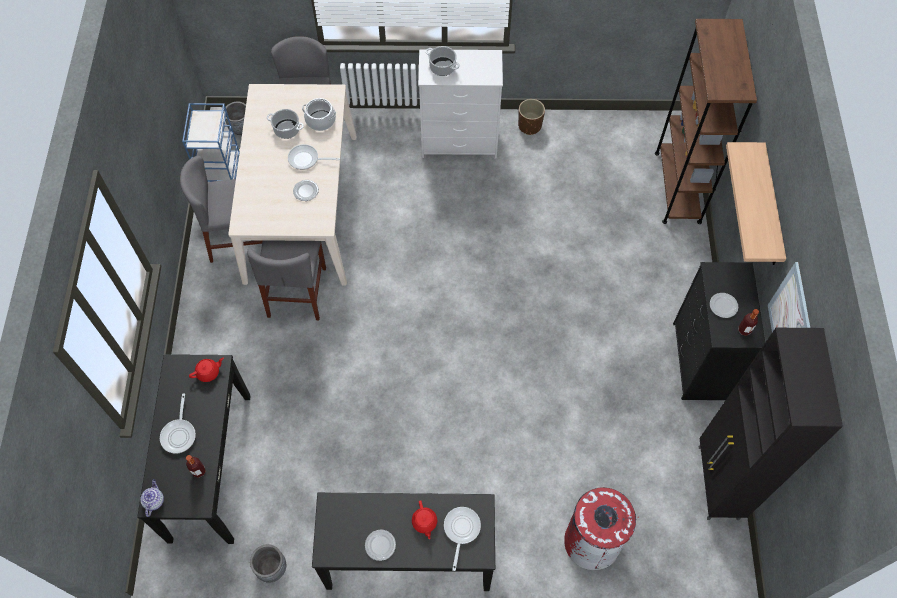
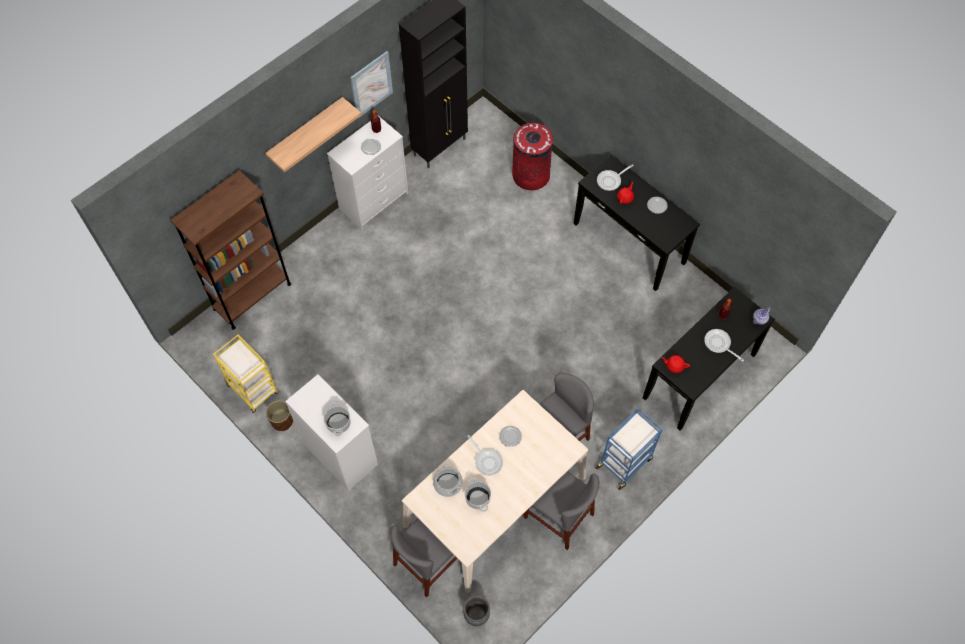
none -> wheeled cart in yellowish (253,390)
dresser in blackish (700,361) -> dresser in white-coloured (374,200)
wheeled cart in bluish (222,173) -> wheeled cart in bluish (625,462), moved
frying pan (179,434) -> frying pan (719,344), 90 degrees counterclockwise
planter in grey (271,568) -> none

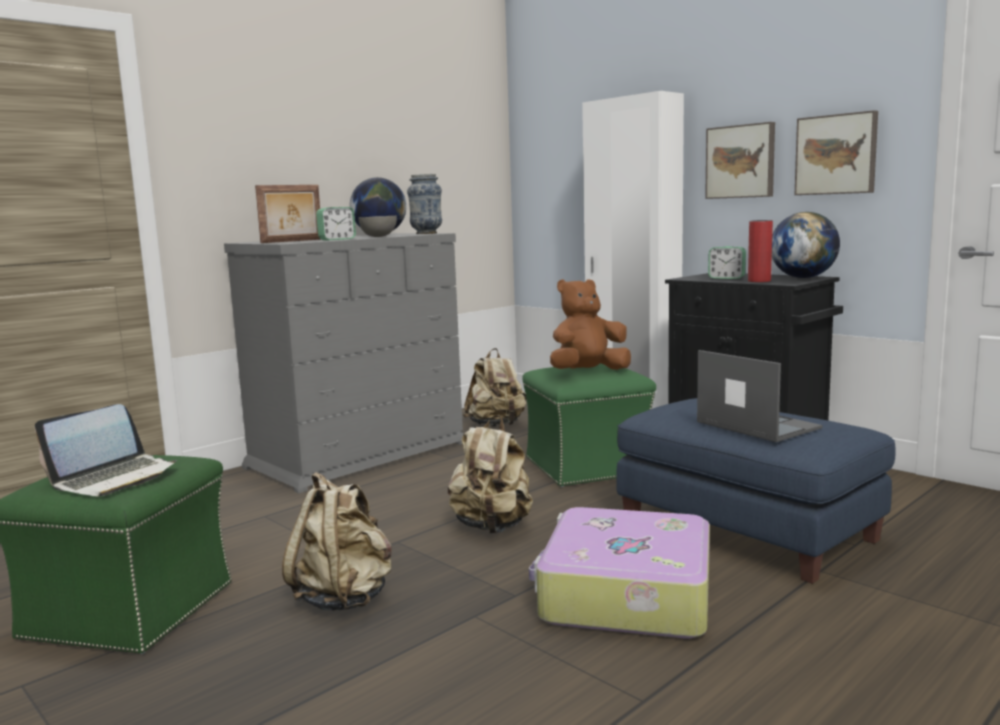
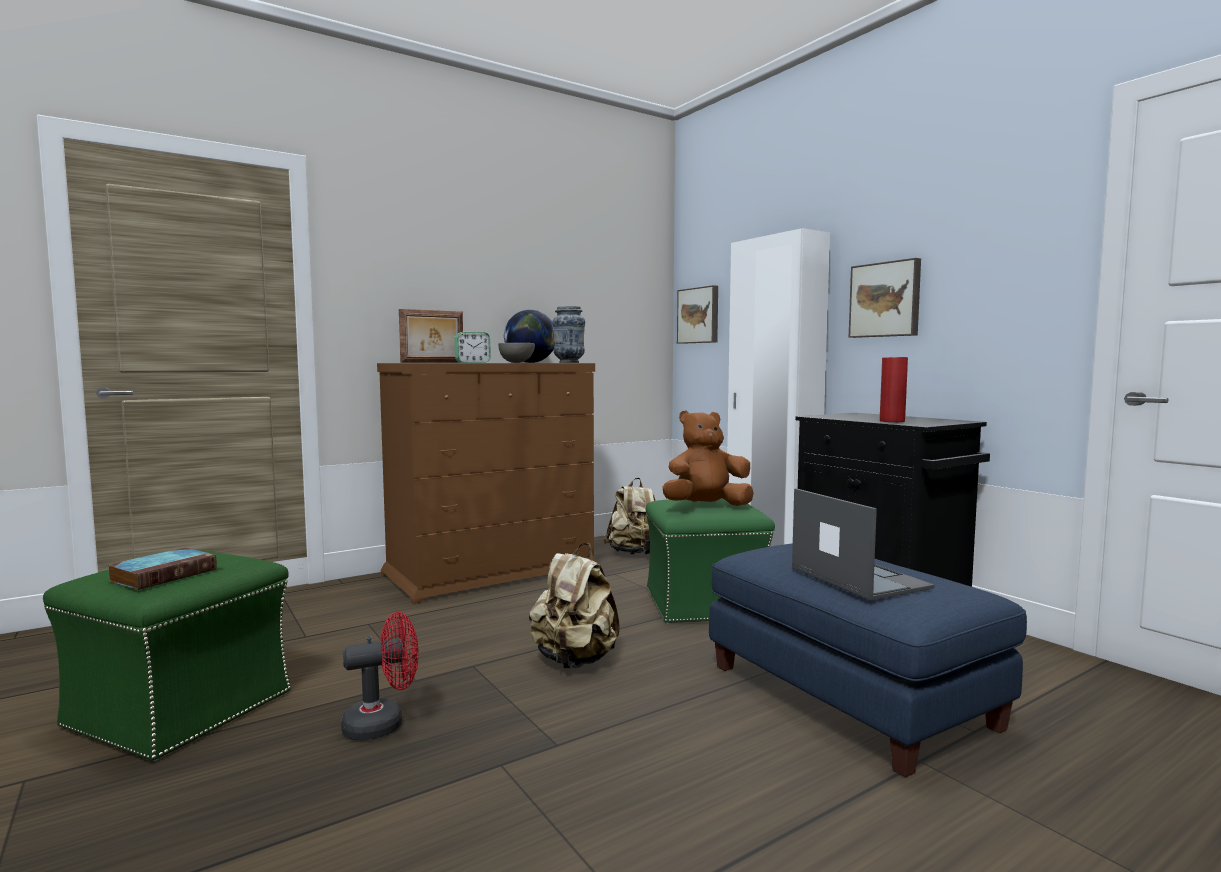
laptop (114,478) -> book (165,574)
rucksack in sand-coloured (344,598) -> fan in reddish (383,724)
dresser in grey (359,454) -> dresser in brown-coloured (492,571)
wall art (836,154) -> wall art (699,315), moved
suitcase (624,595) -> none
bedside clock (726,278) -> none
globe (803,277) -> none

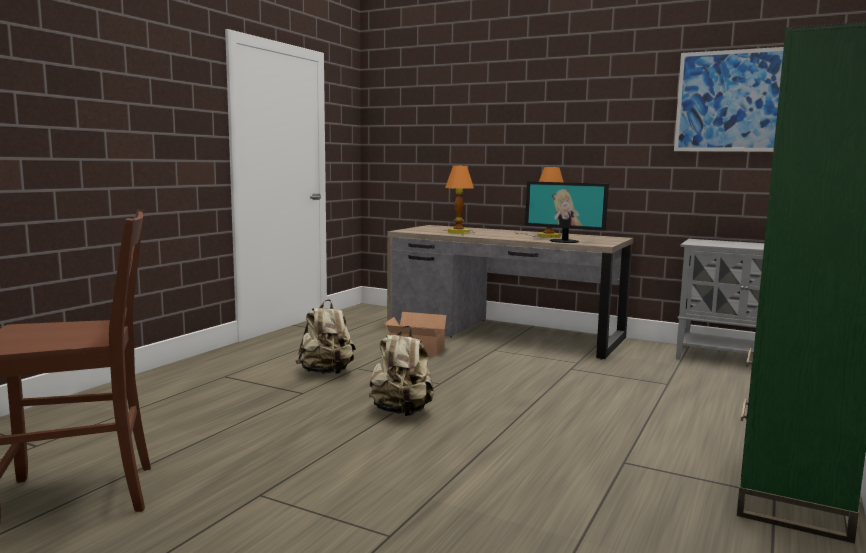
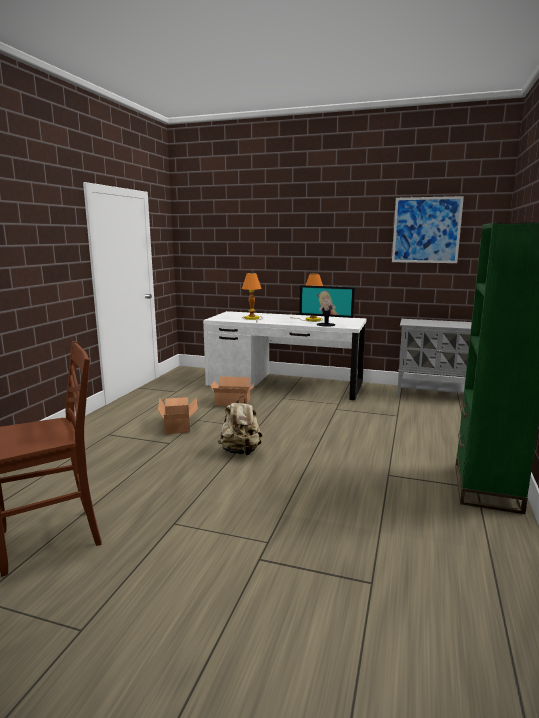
rucksack in sand-coloured (327,373) -> carton (179,425)
desk table in brown-coloured (504,333) -> desk table in white-coloured (285,384)

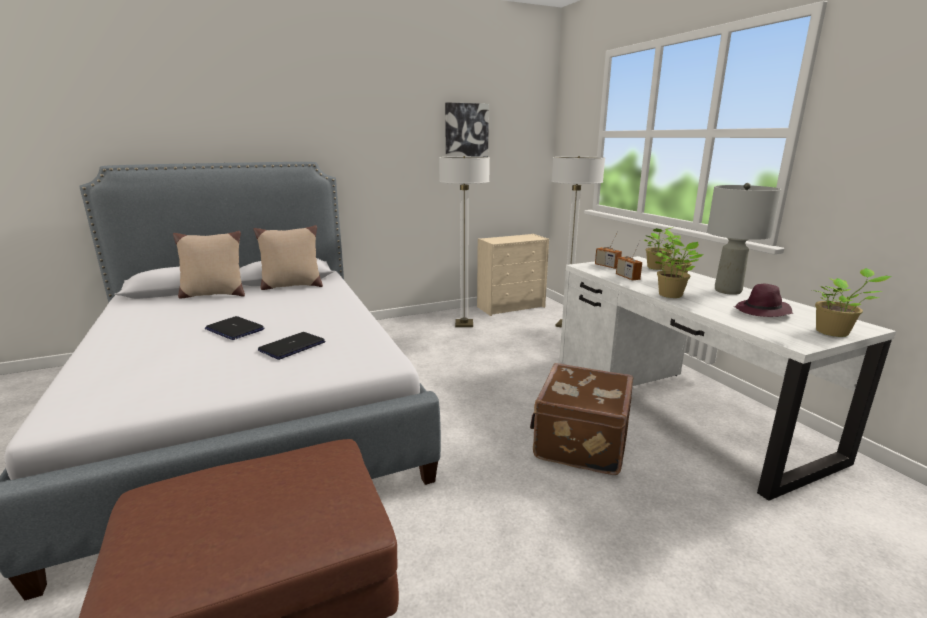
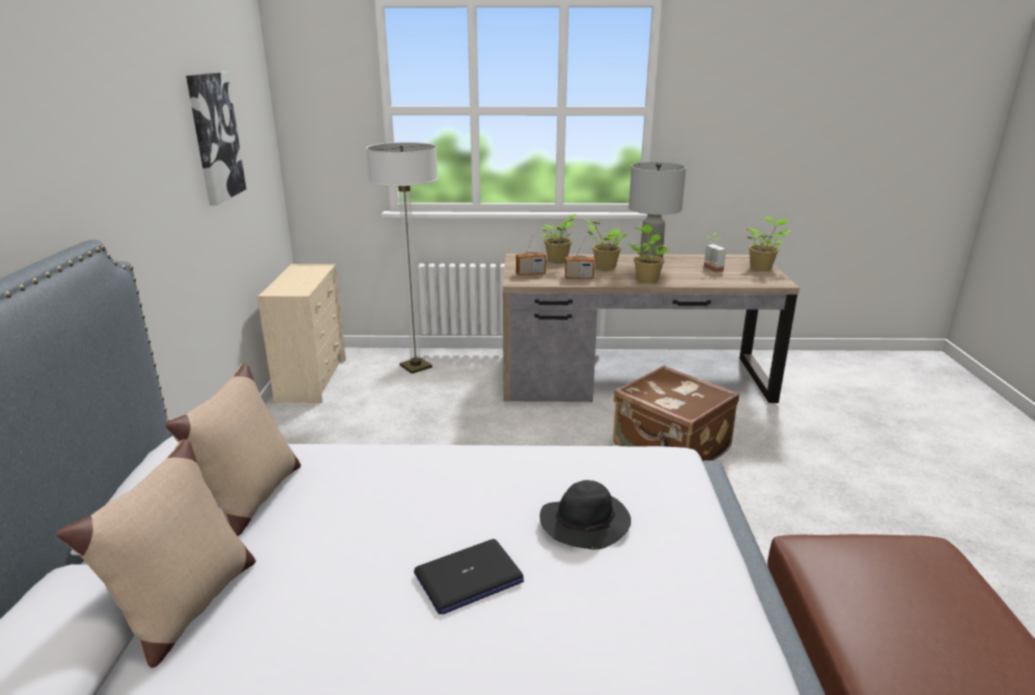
desk table in white-coloured (678,404) -> desk table in brown-coloured (633,379)
laptop (292,346) -> clothing hat in blackish (586,523)
clothing hat in purplish (762,312) -> houseplant (710,269)
standard lamp (464,324) -> none

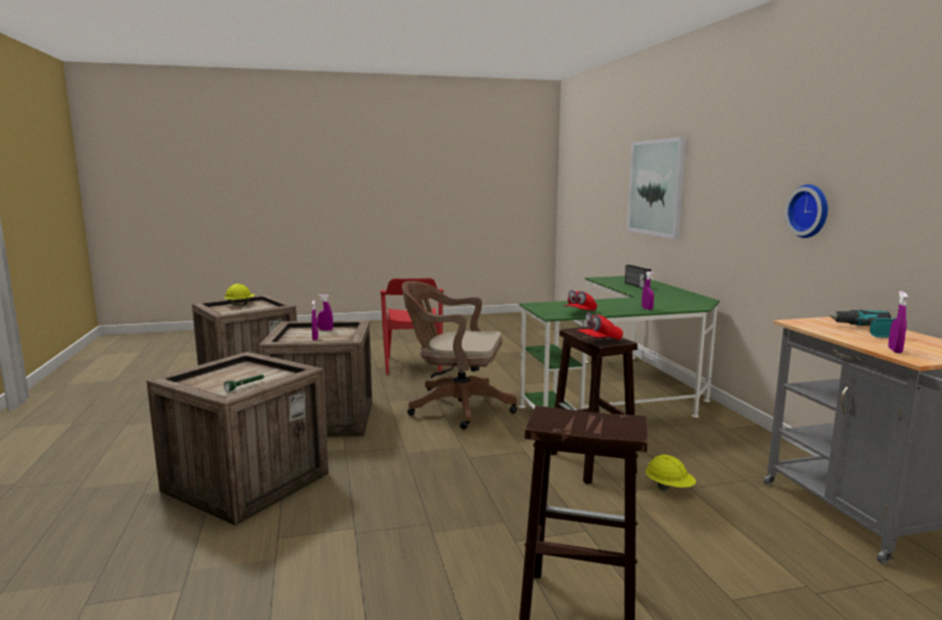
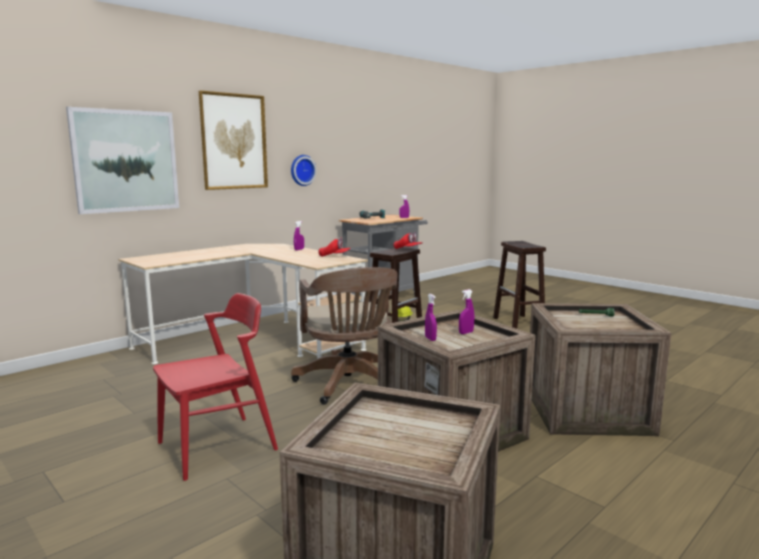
desk table in green-coloured (624,394) -> desk table in sand-coloured (253,340)
none -> wall art (234,141)
hard hat in yellowish (240,304) -> none
radio (636,286) -> none

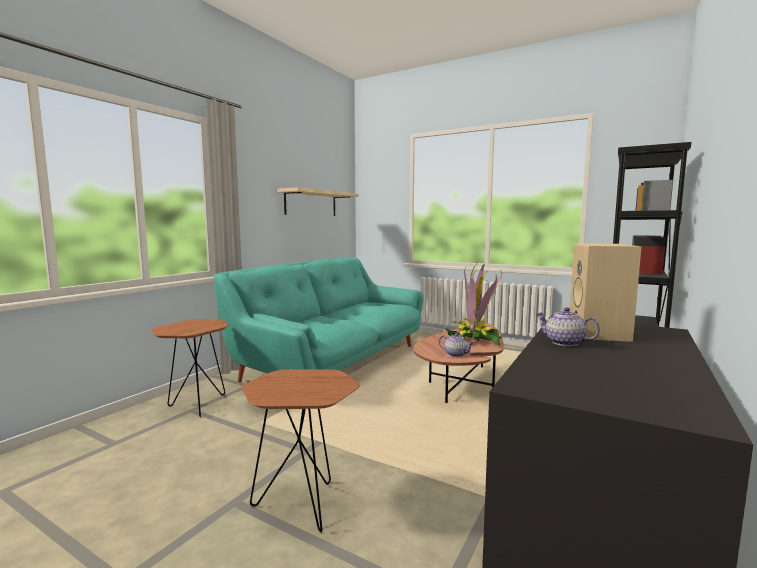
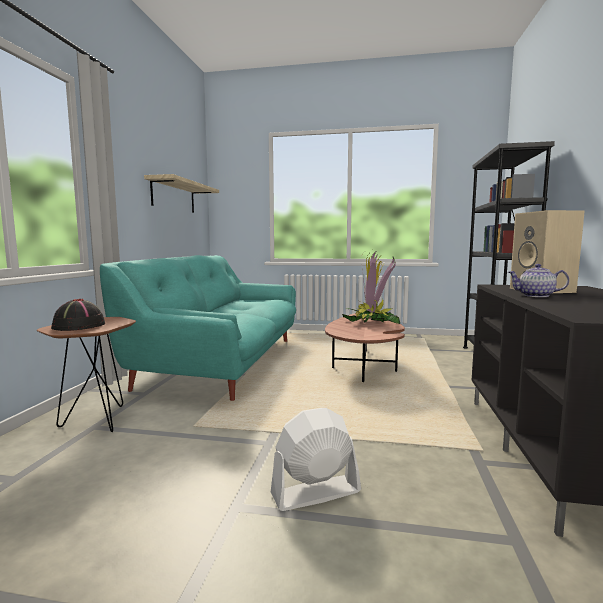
none -> clothing hat in blackish (78,326)
end table in brown-coloured (304,506) -> fan in white-coloured (315,492)
pot for tea (456,354) -> none

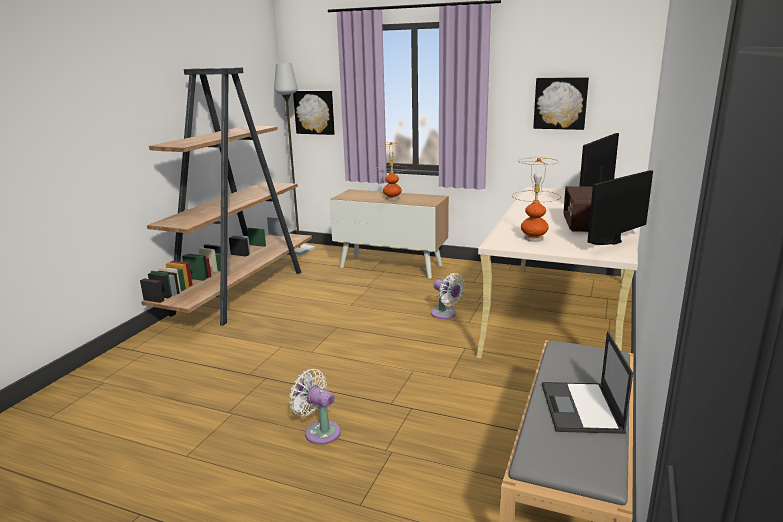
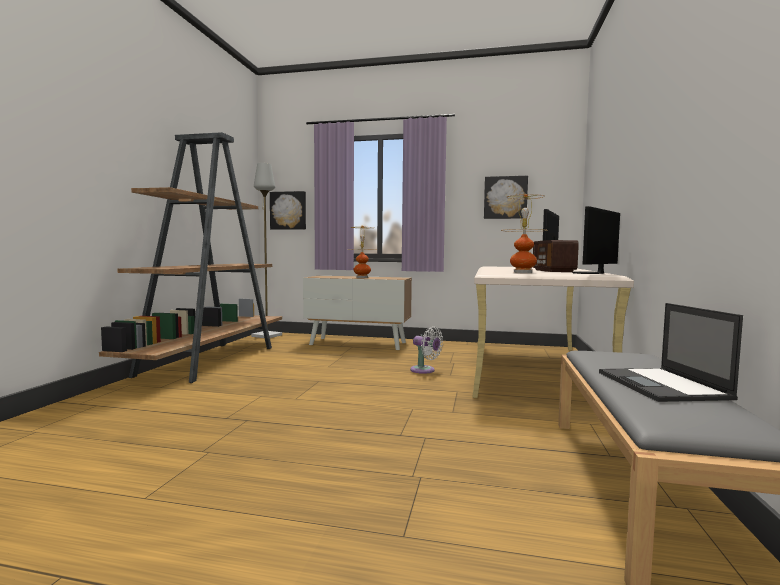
fan in white-coloured (319,431) -> none

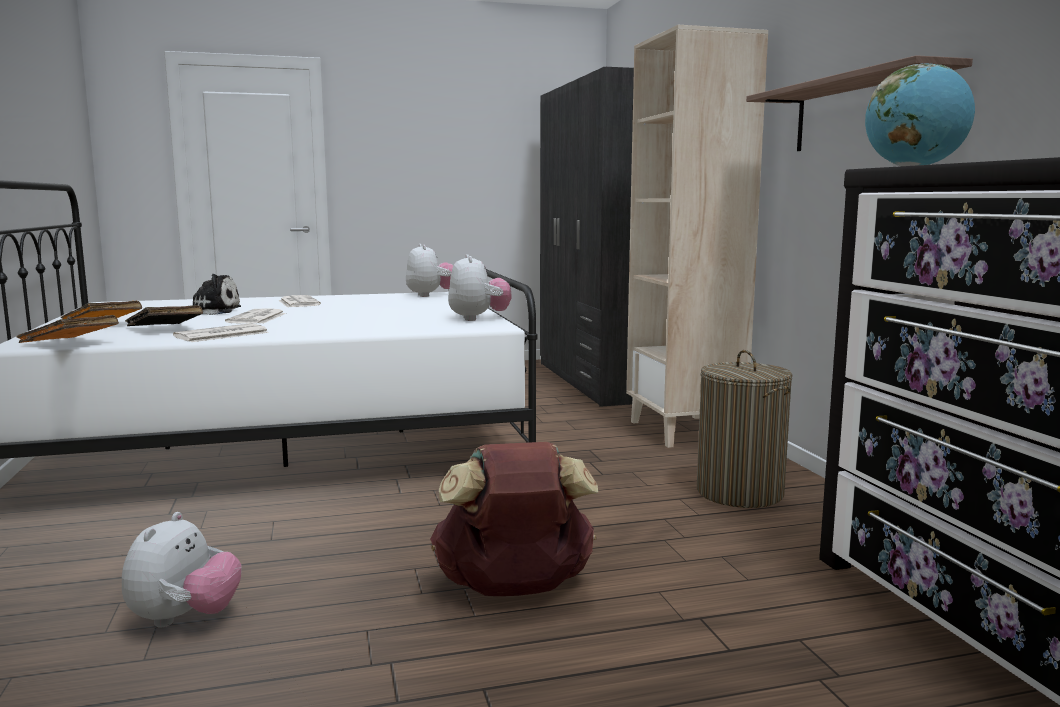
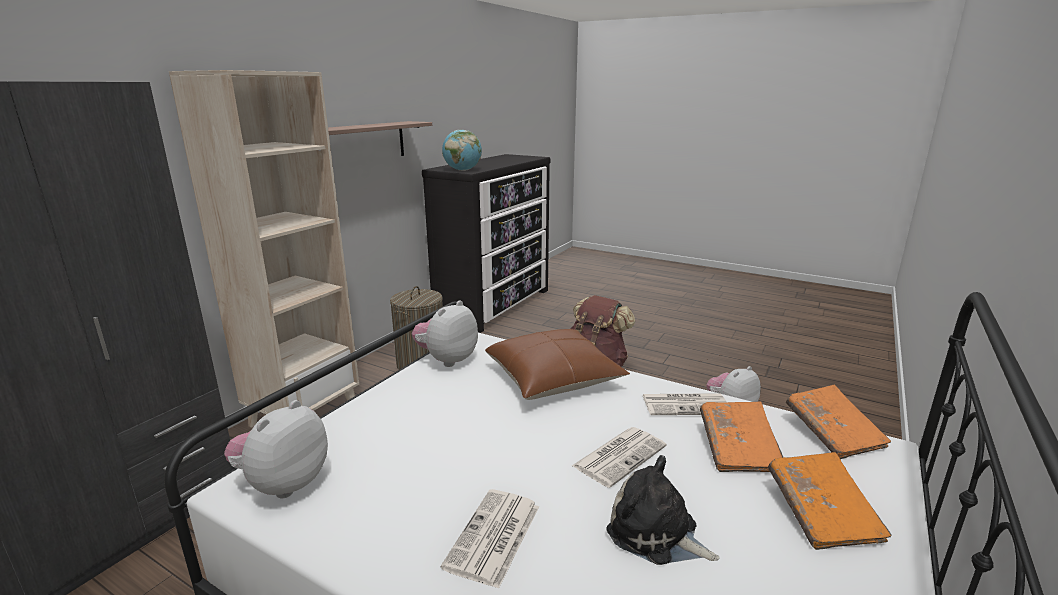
none -> pillow in brown-coloured (553,378)
book in blackish (164,329) -> book in orangey (738,448)

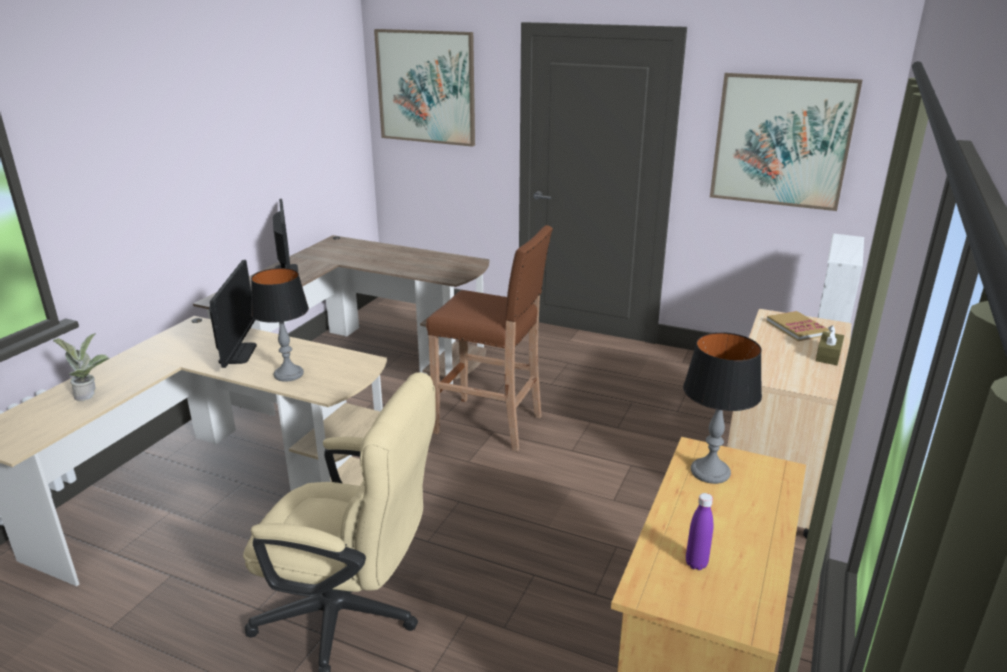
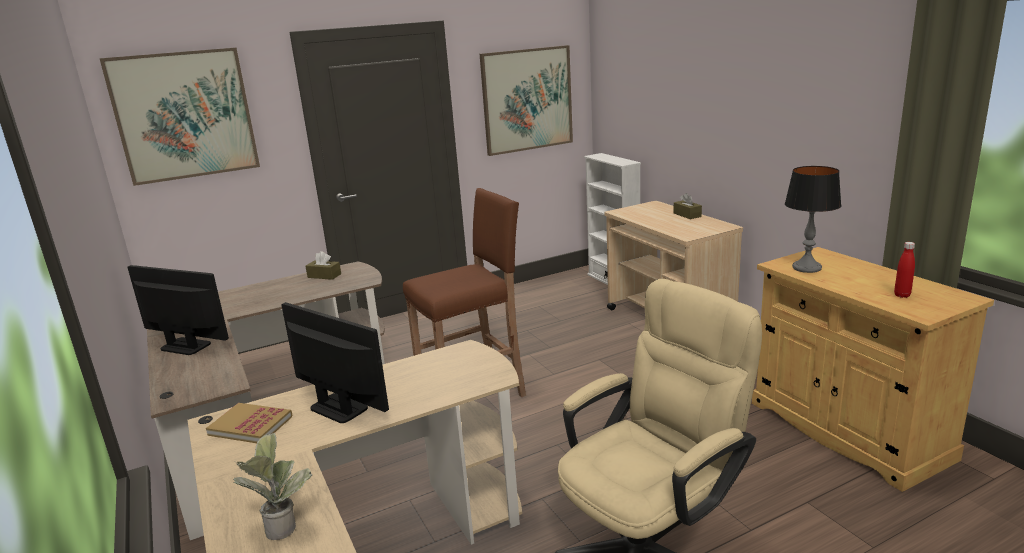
book (797,328) -> book (250,425), moved
none -> tissue holder in brown-coloured (324,276)
beverage bottle in purplish (696,563) -> beverage bottle in reddish (902,295)
table lamp (288,374) -> none

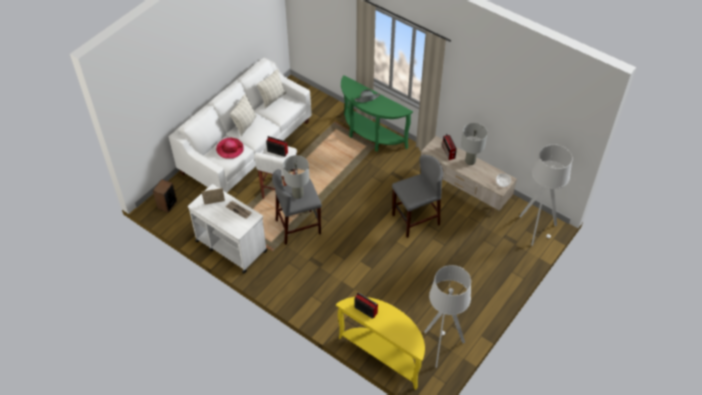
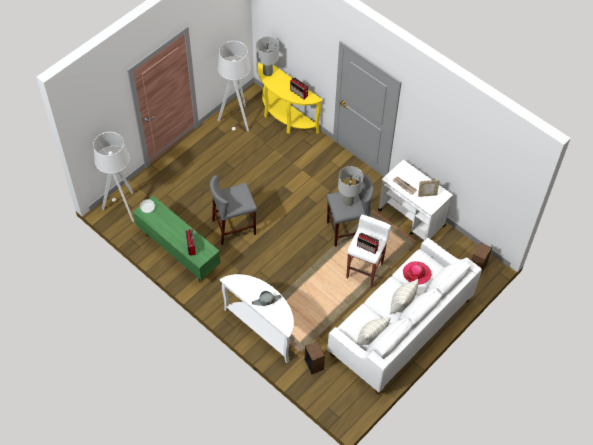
tv stand in sand-coloured (464,191) -> tv stand in green-coloured (179,253)
narrow table in green-coloured (370,136) -> narrow table in white-coloured (263,328)
table lamp in grey (470,161) -> table lamp in grey (267,72), moved
none -> loudspeaker (314,364)

